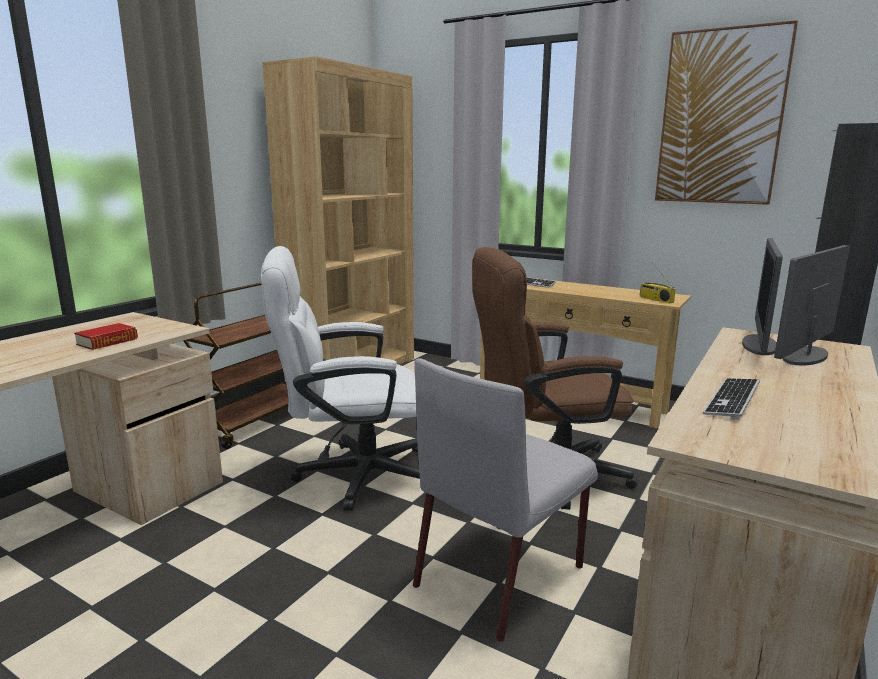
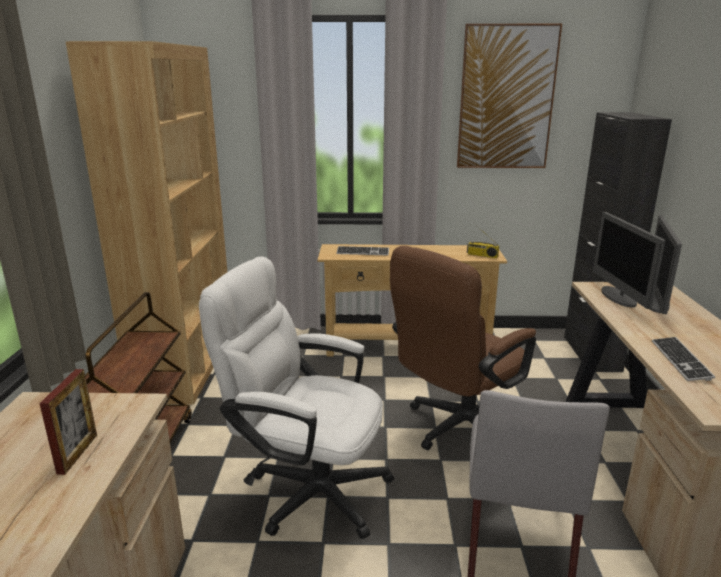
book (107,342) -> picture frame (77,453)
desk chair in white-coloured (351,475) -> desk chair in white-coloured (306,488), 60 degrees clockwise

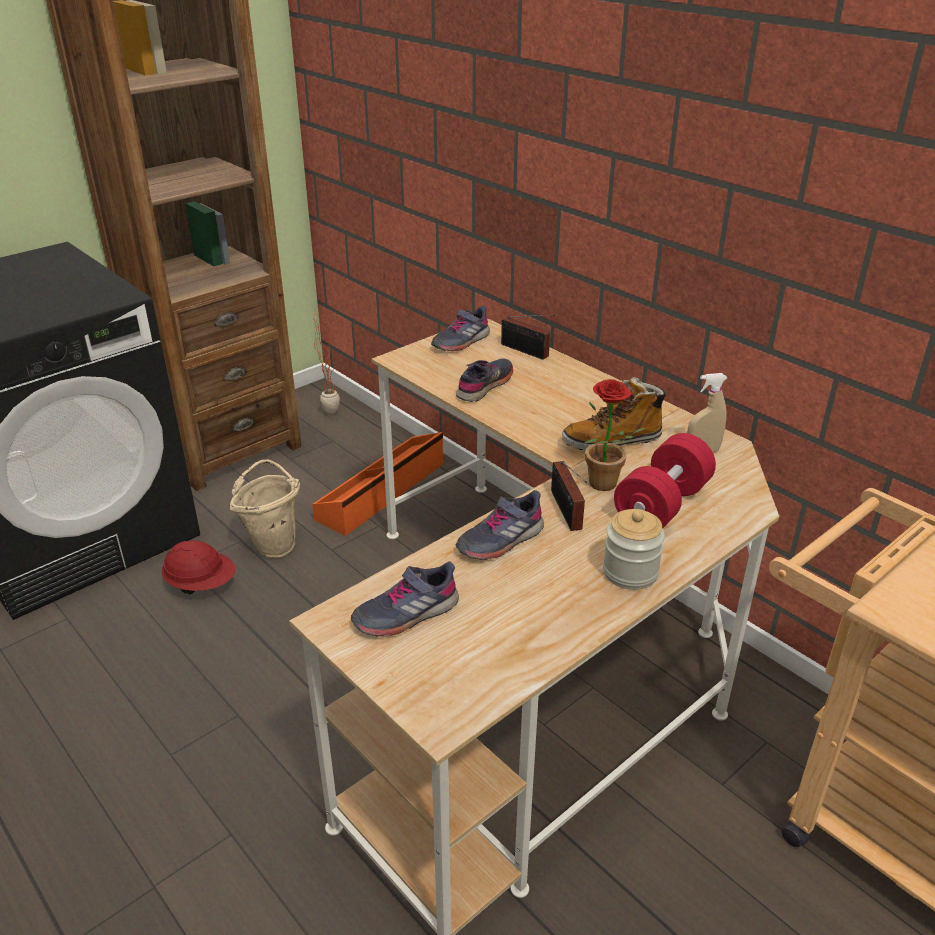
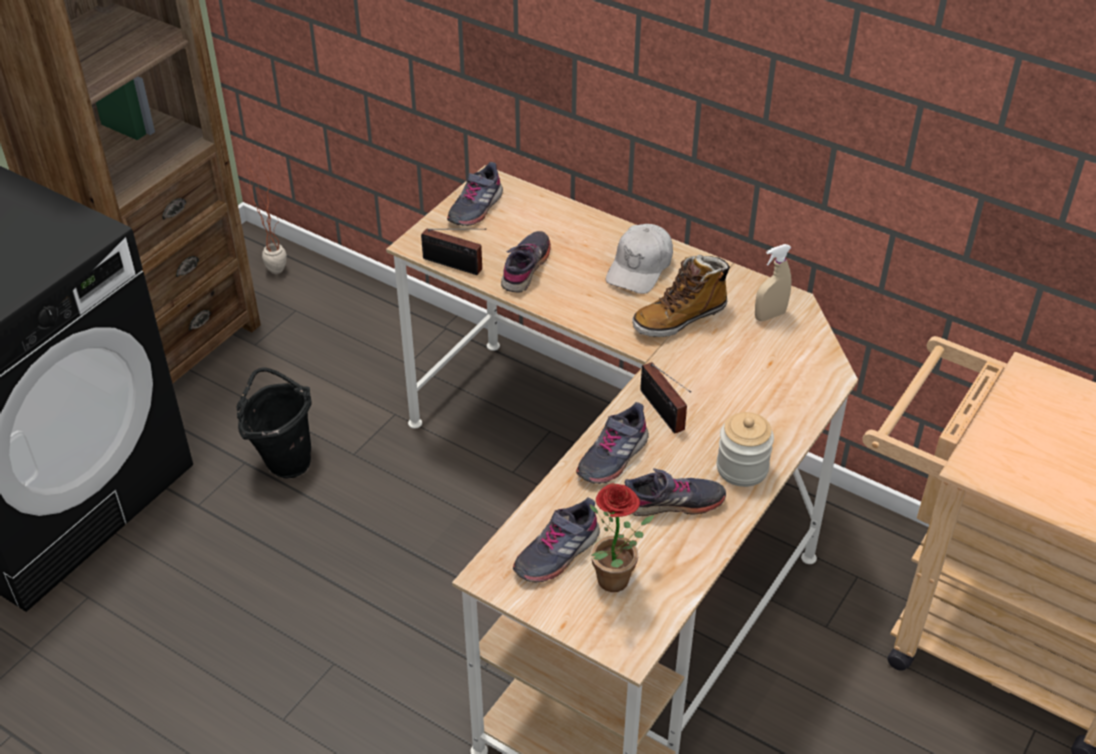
water bucket in sand-coloured (273,544) -> water bucket in blackish (284,459)
radio (526,351) -> radio (455,265), moved
houseplant (604,487) -> houseplant (615,585), moved
none -> baseball cap in white-coloured (640,268)
none -> item of footwear in grey (673,503)
hard hat in reddish (202,584) -> none
storage bin in orangey (383,491) -> none
free weight in reddish (662,505) -> none

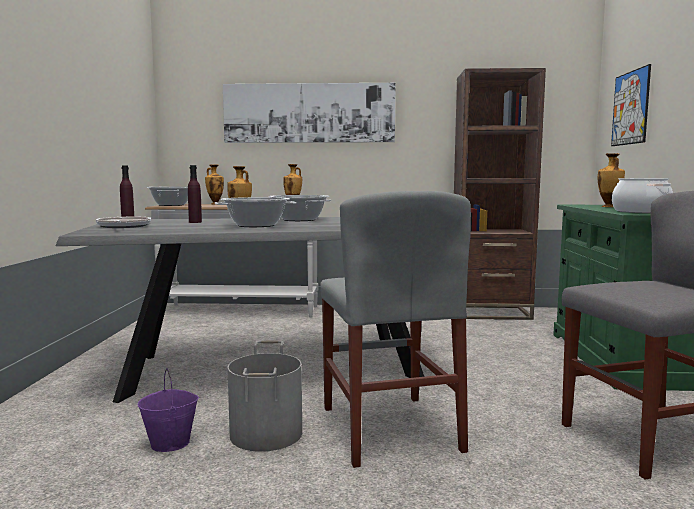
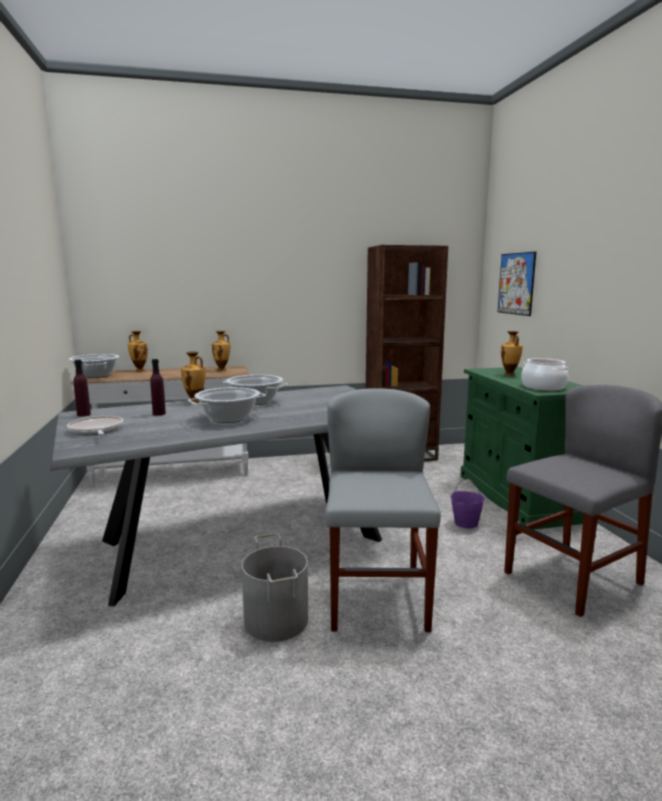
upright chair in grey (389,428) -> upright chair in grey (376,597), 150 degrees counterclockwise
water bucket in purplish (171,443) -> water bucket in purplish (466,523), moved
wall art (309,113) -> none

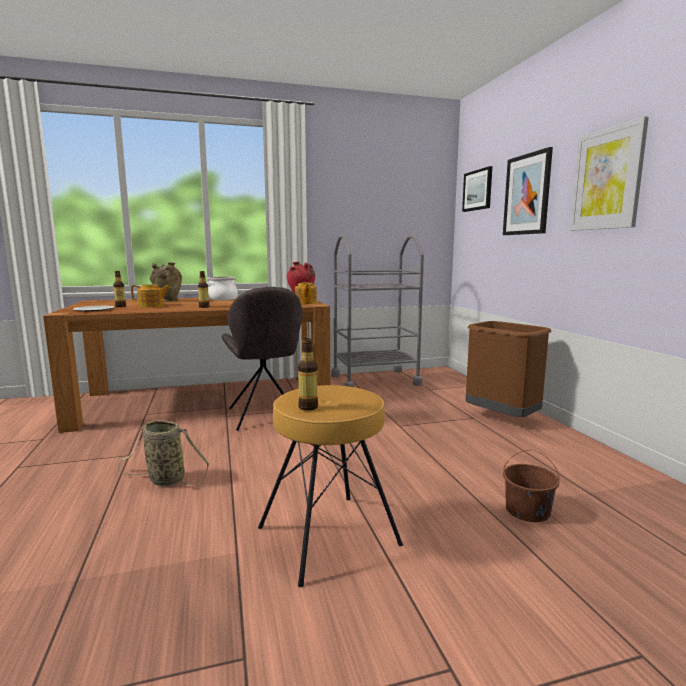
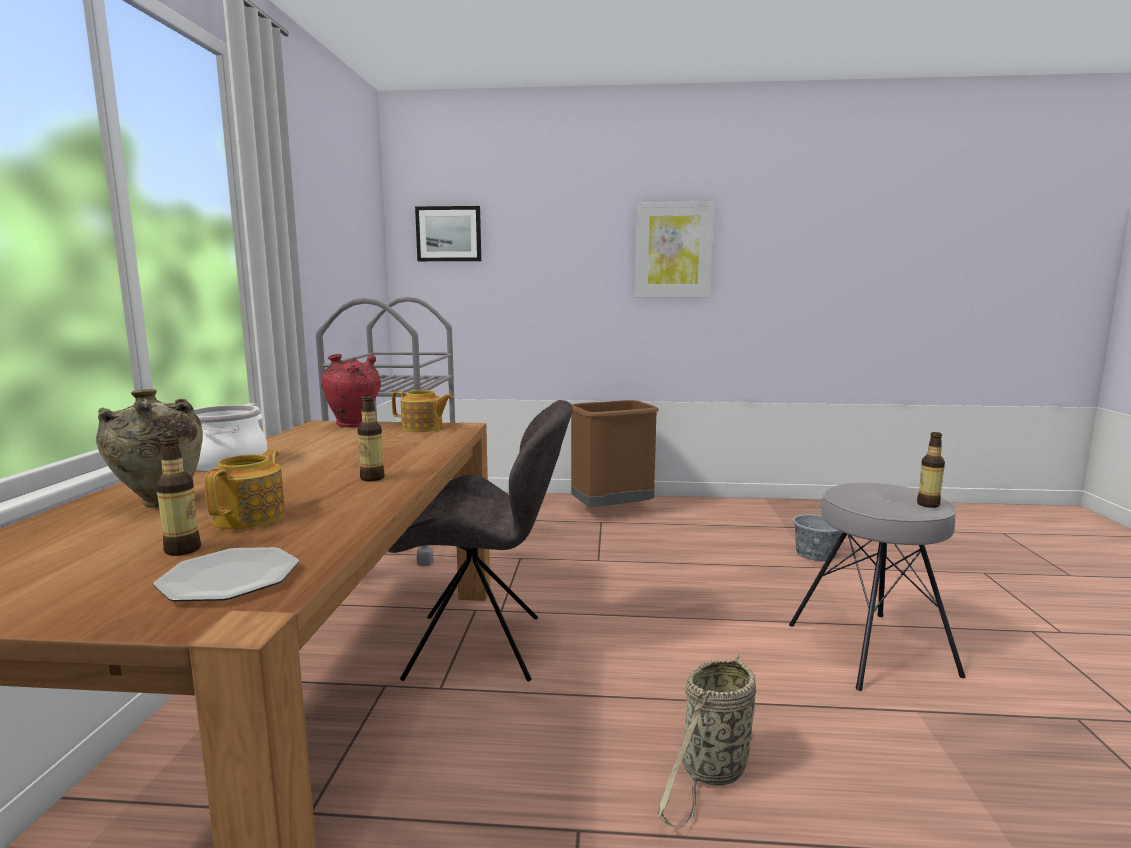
stool seat in brown-coloured (329,536) -> stool seat in grey (871,648)
water bucket in brown-coloured (528,511) -> water bucket in grey (816,554)
wall art (527,194) -> none

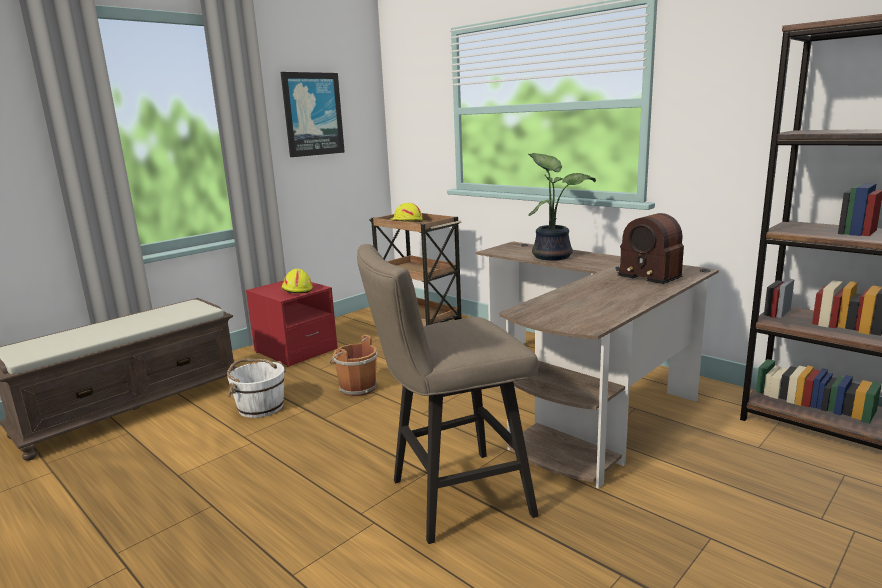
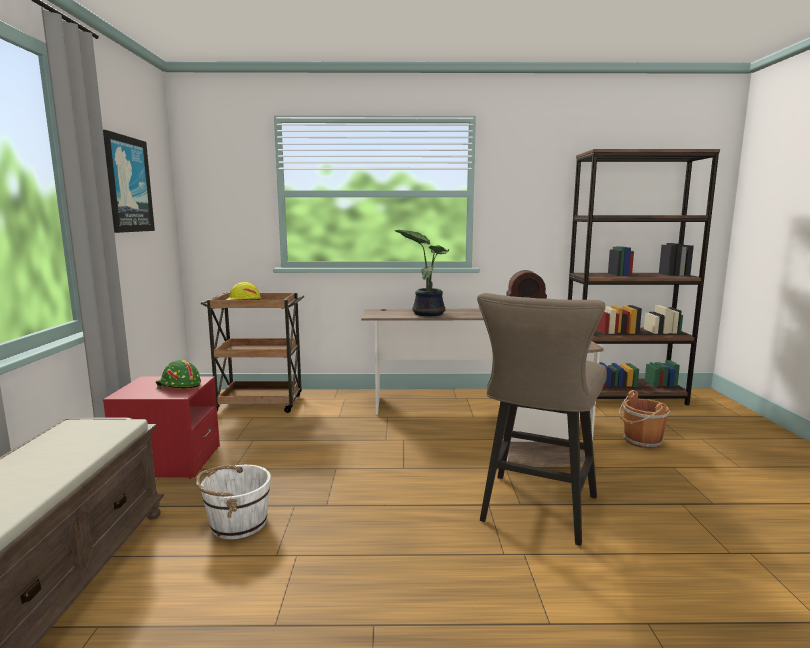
hard hat in yellowish (296,290) -> hard hat in green-coloured (178,386)
water bucket in brown-coloured (356,388) -> water bucket in brown-coloured (641,441), moved

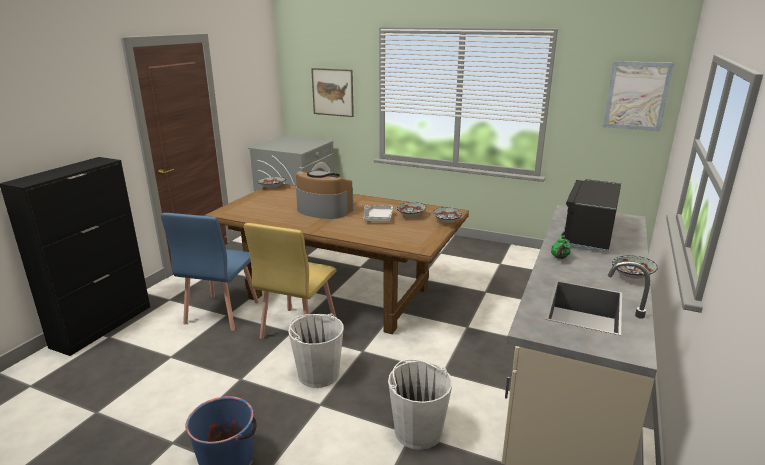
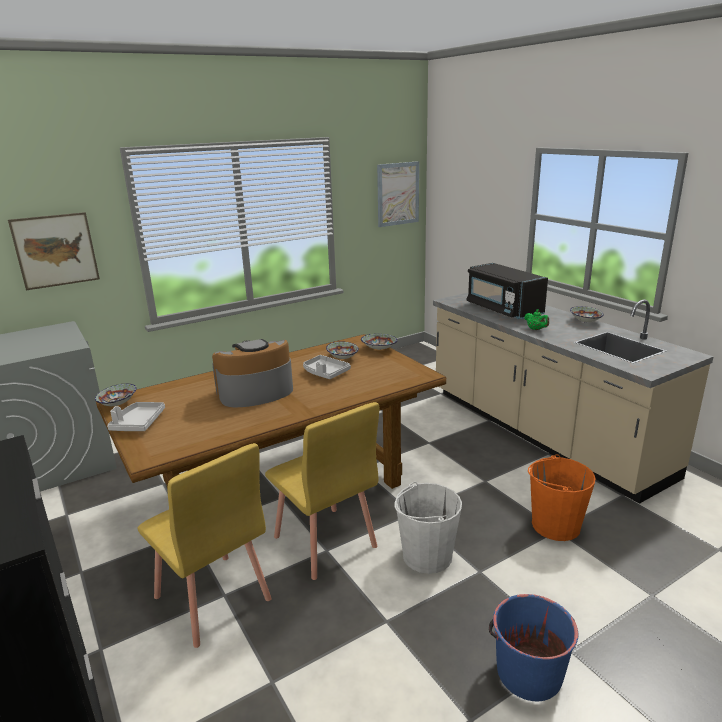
none -> carrying tray in grey (138,423)
upright chair in bluish (221,312) -> upright chair in yellowish (212,599)
water bucket in white-coloured (418,430) -> water bucket in orangey (555,525)

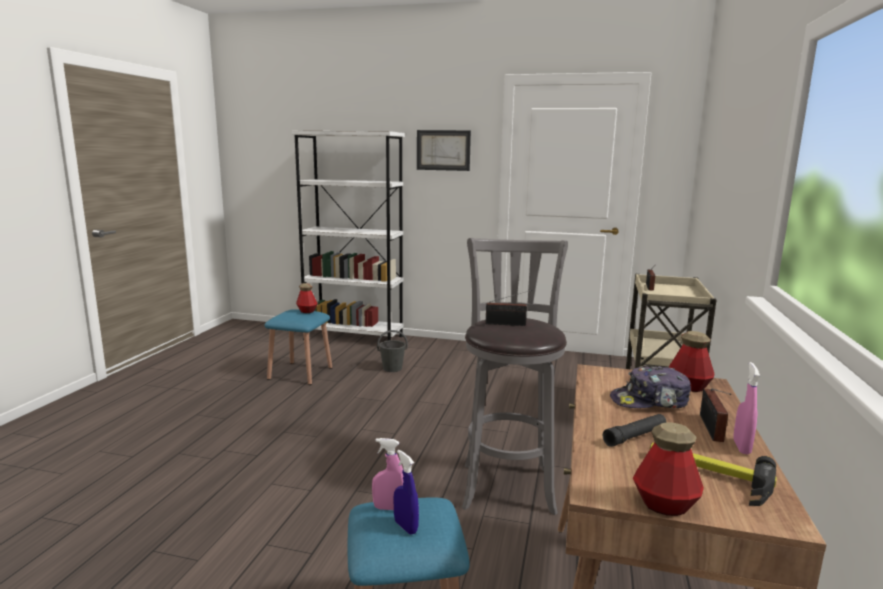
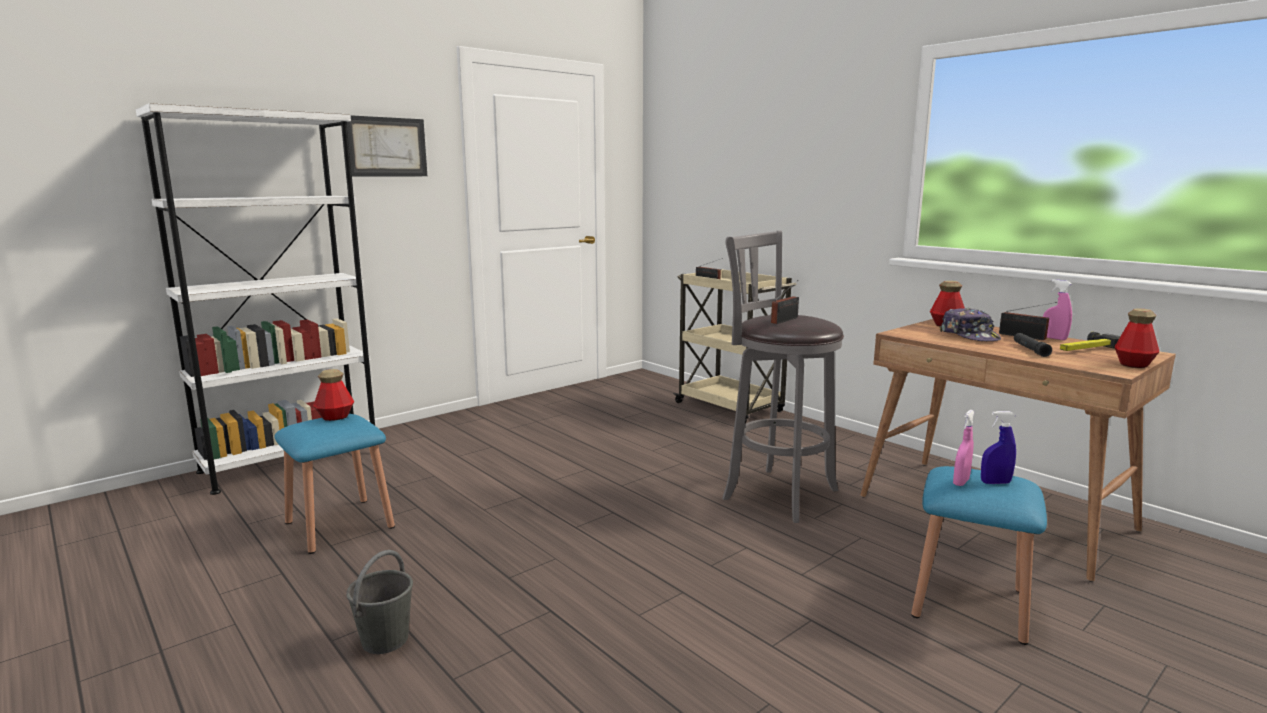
water bucket in grey (392,368) -> water bucket in grey (384,640), moved
baseball cap (650,401) -> baseball cap (969,336), 45 degrees counterclockwise

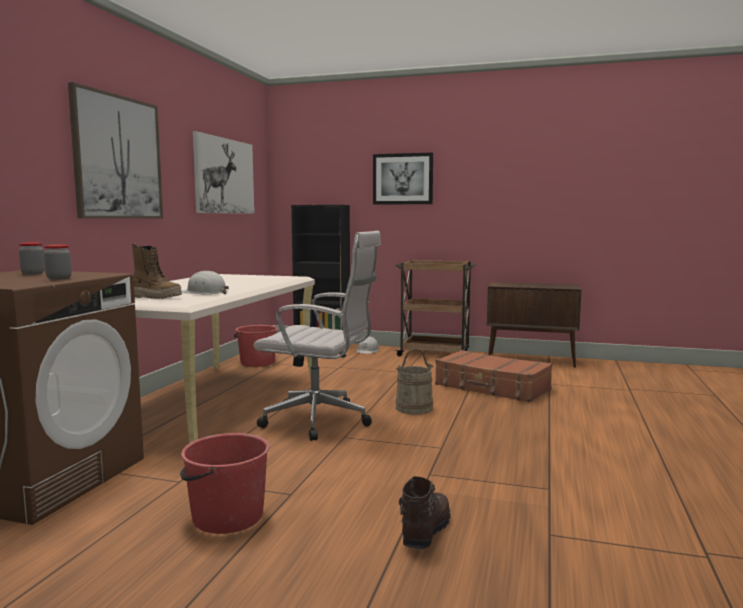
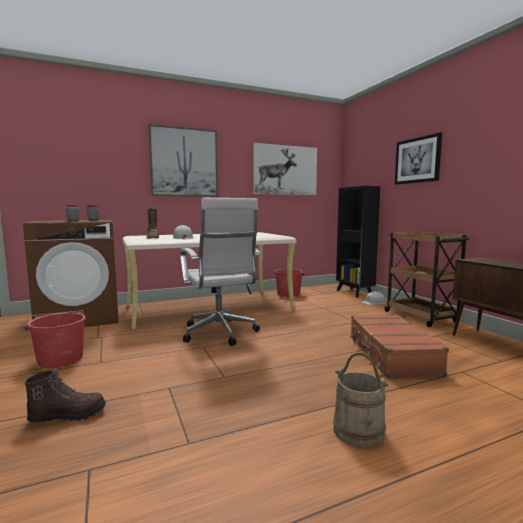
water bucket in sand-coloured (414,408) -> water bucket in sand-coloured (358,431), moved

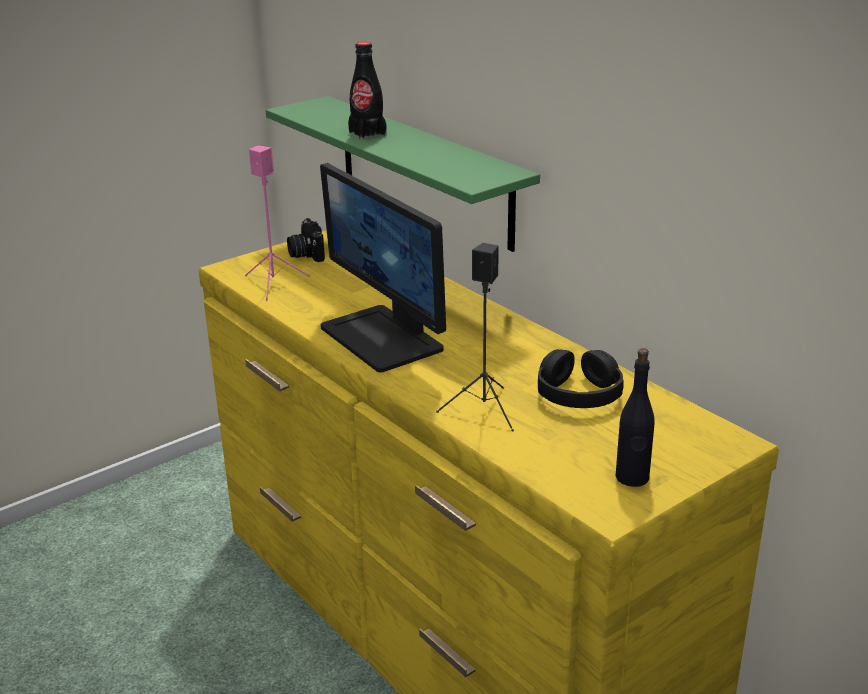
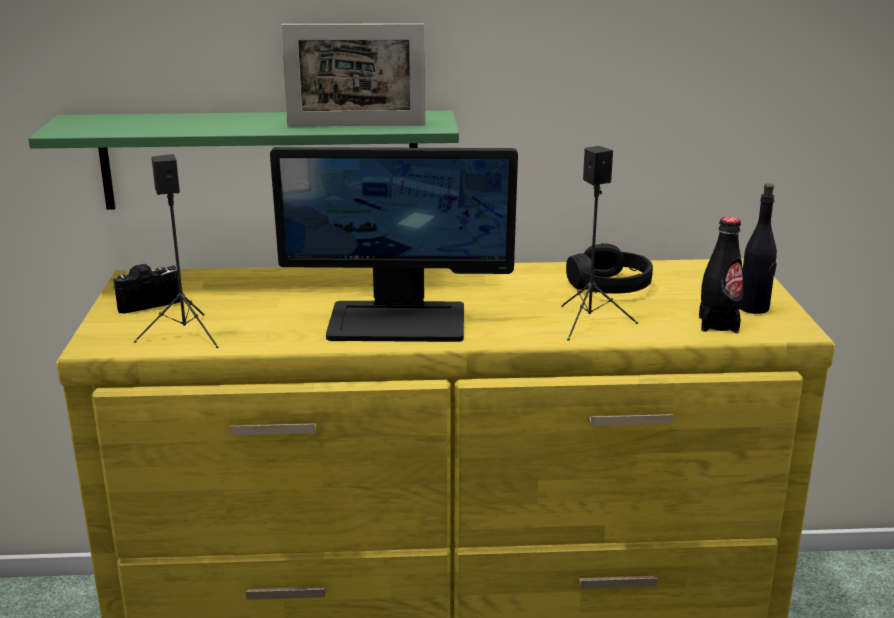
photo camera (306,254) -> photo camera (147,302), 135 degrees clockwise
loudspeaker in pinkish (274,283) -> loudspeaker in blackish (185,333)
none -> picture frame (356,125)
beverage bottle in blackish (367,133) -> beverage bottle in blackish (718,325), moved

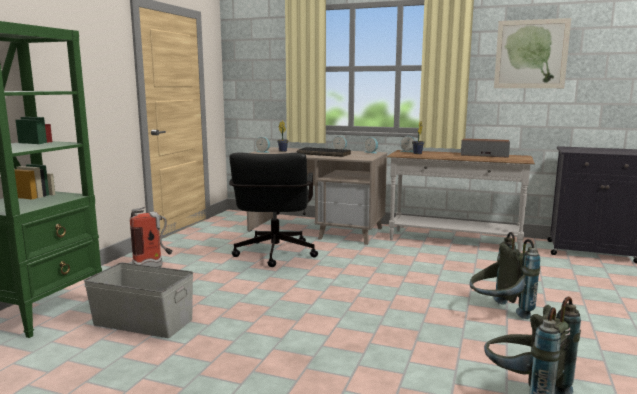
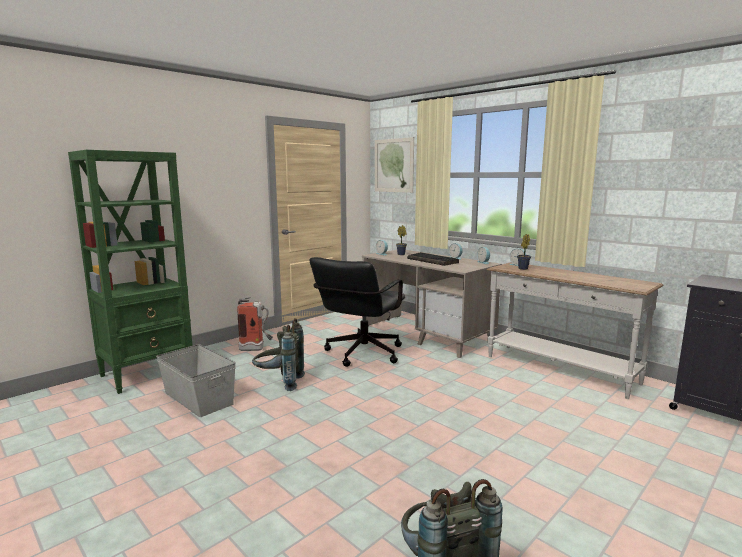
rucksack in grey (498,312) -> rucksack in grey (279,382), moved
wall art (531,54) -> wall art (393,165), moved
loudspeaker (484,155) -> none

